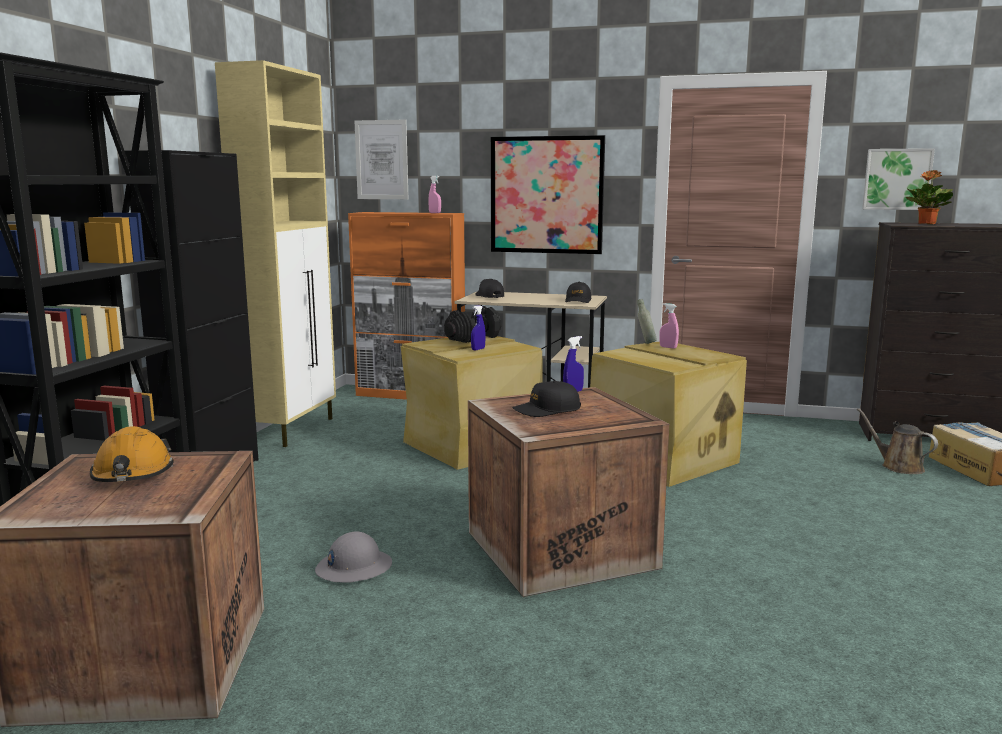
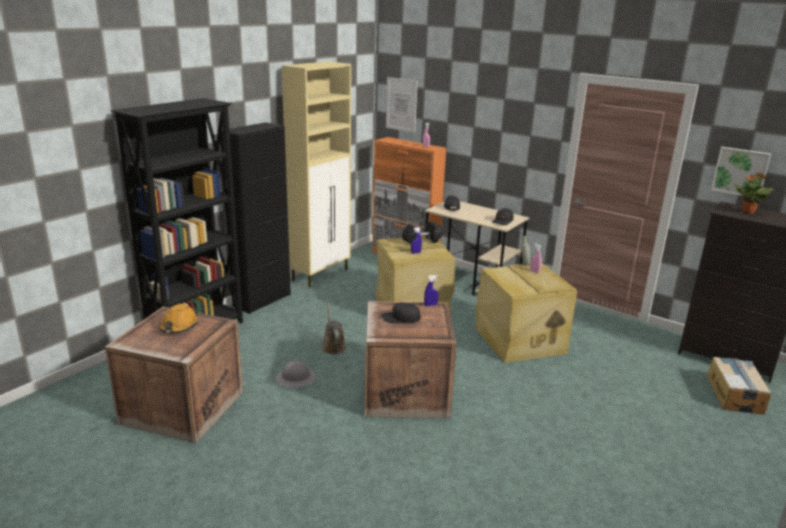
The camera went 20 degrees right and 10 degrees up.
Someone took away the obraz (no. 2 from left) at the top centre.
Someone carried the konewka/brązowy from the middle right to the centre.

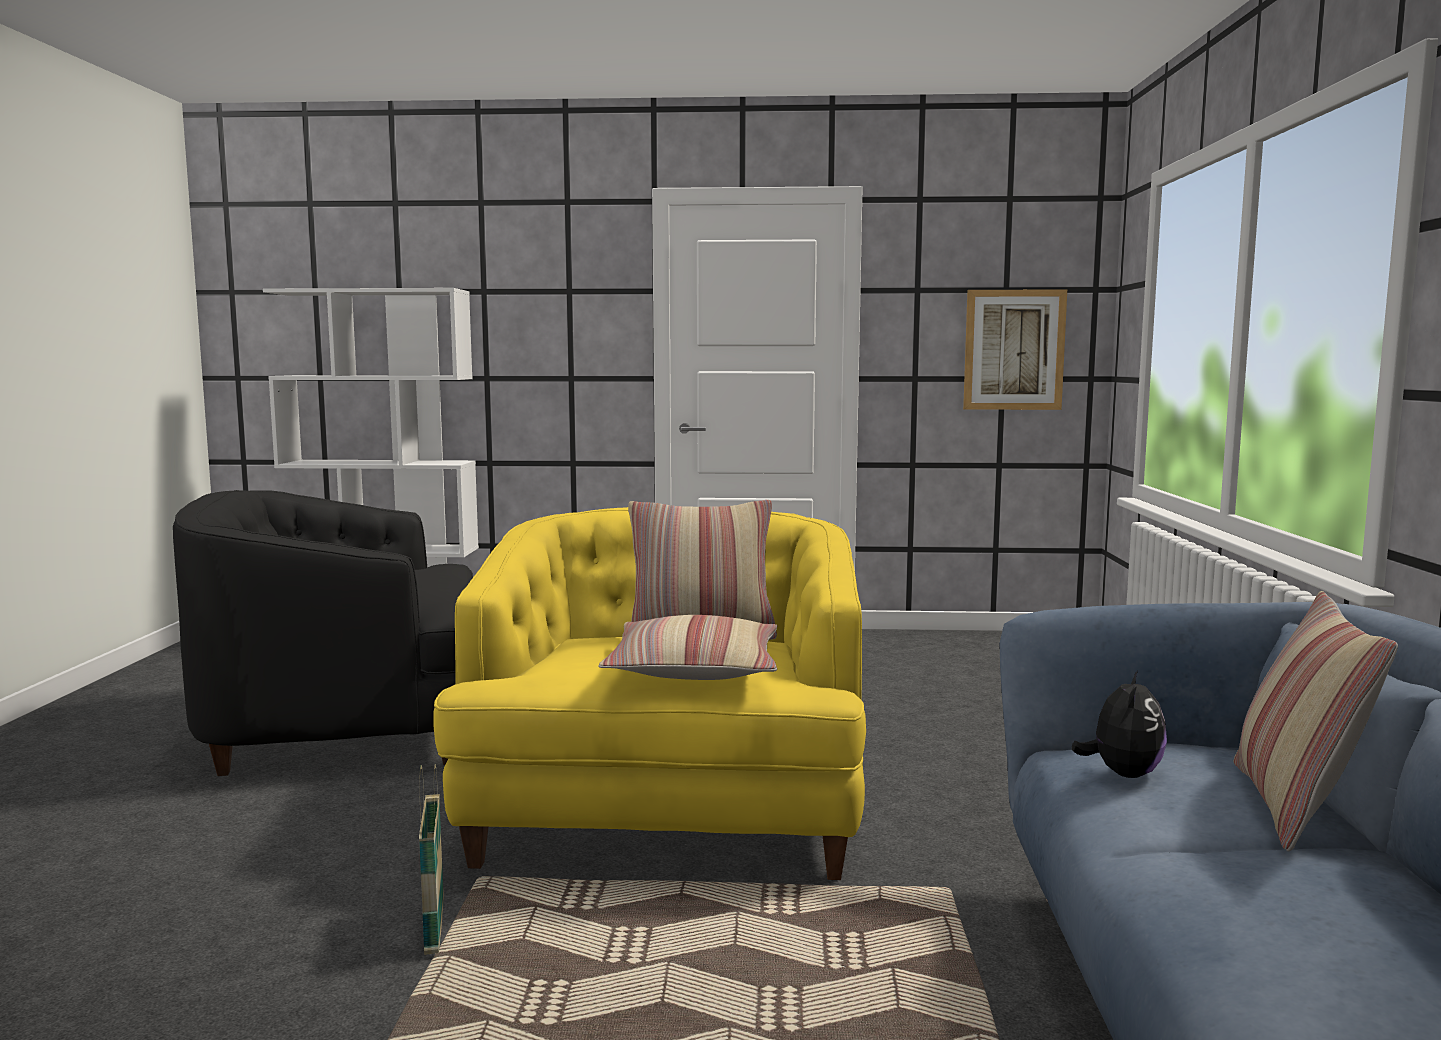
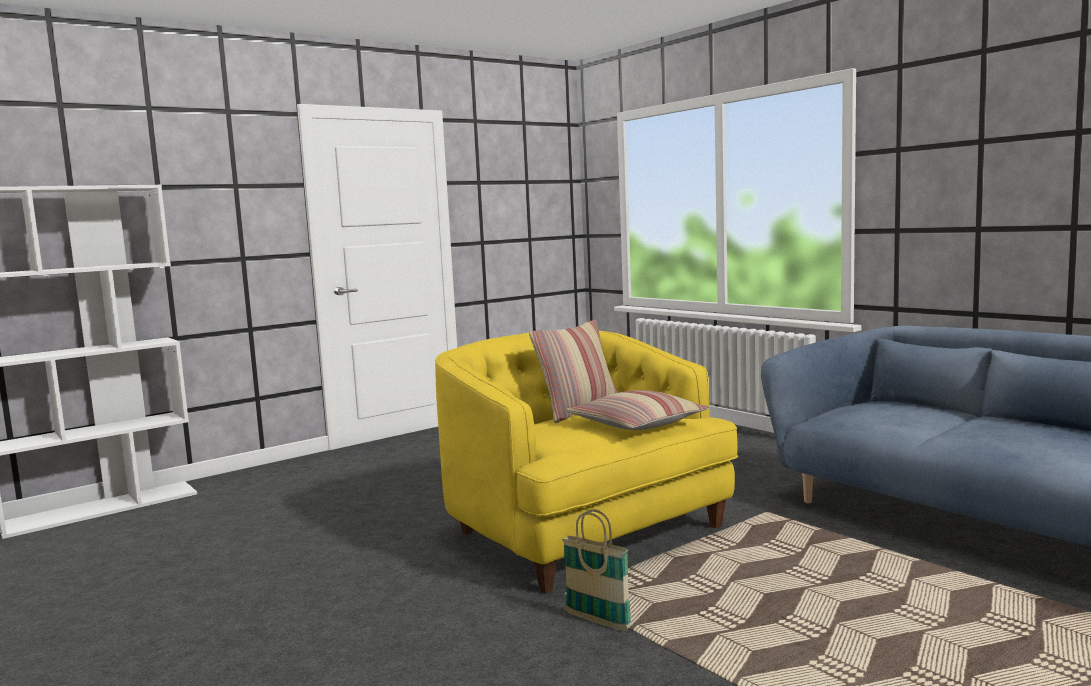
The camera went 40 degrees left and 0 degrees up.
Someone took away the fotel/czarny at the middle left.
Someone took away the obraz at the middle right.
Someone took away the pluszak at the bottom right.
Someone took away the poduszka (no. 3 from left) at the bottom right.

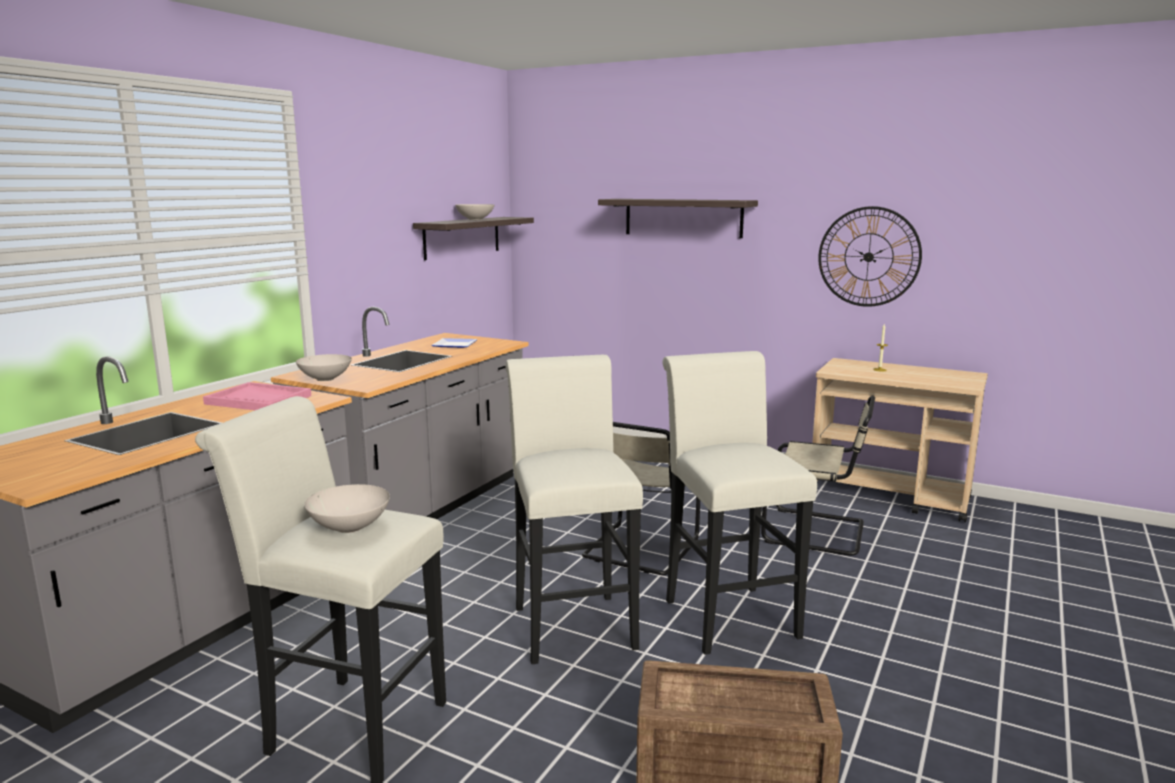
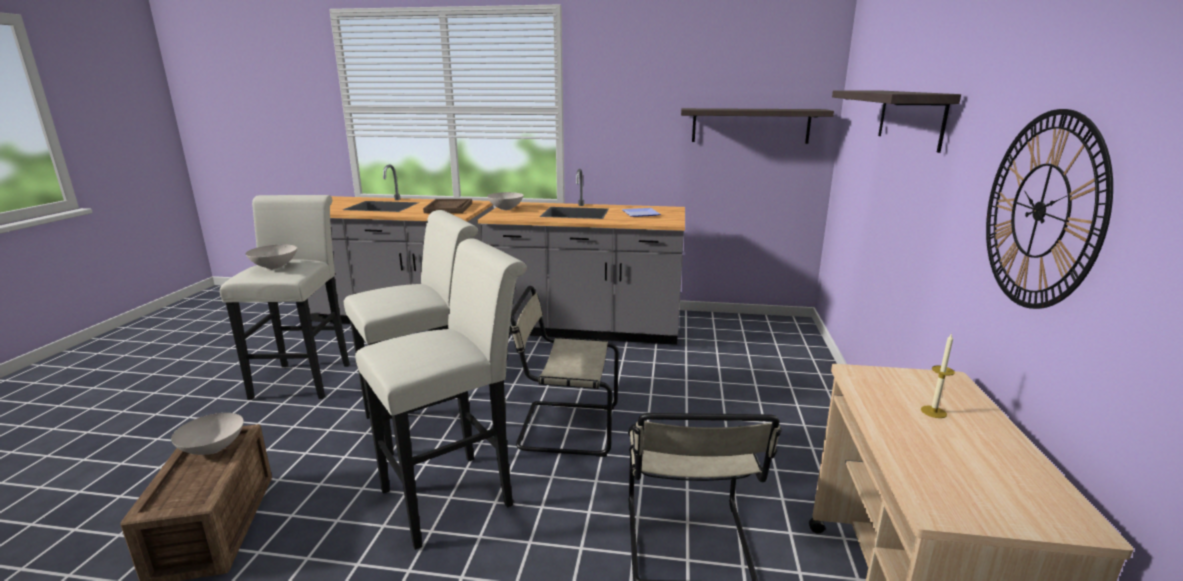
The camera went 70 degrees right and 5 degrees up.
Someone repainted the taca/różowy at the middle left, which became the taca/brązowy at the centre.
Someone carried the miska/biały (no. 3 from left in the first image) from the top centre to the bottom left.

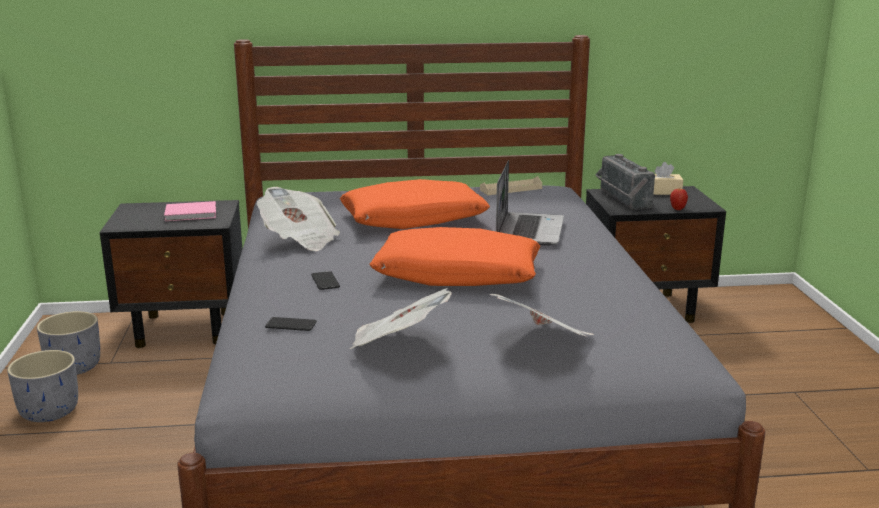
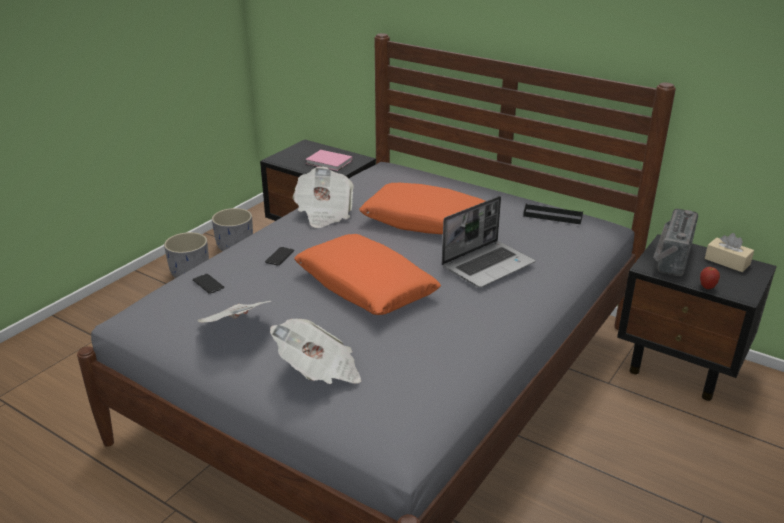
The camera went 40 degrees right and 10 degrees up.
Someone repainted the taca/beżowy at the centre, which became the taca/czarny at the middle right.

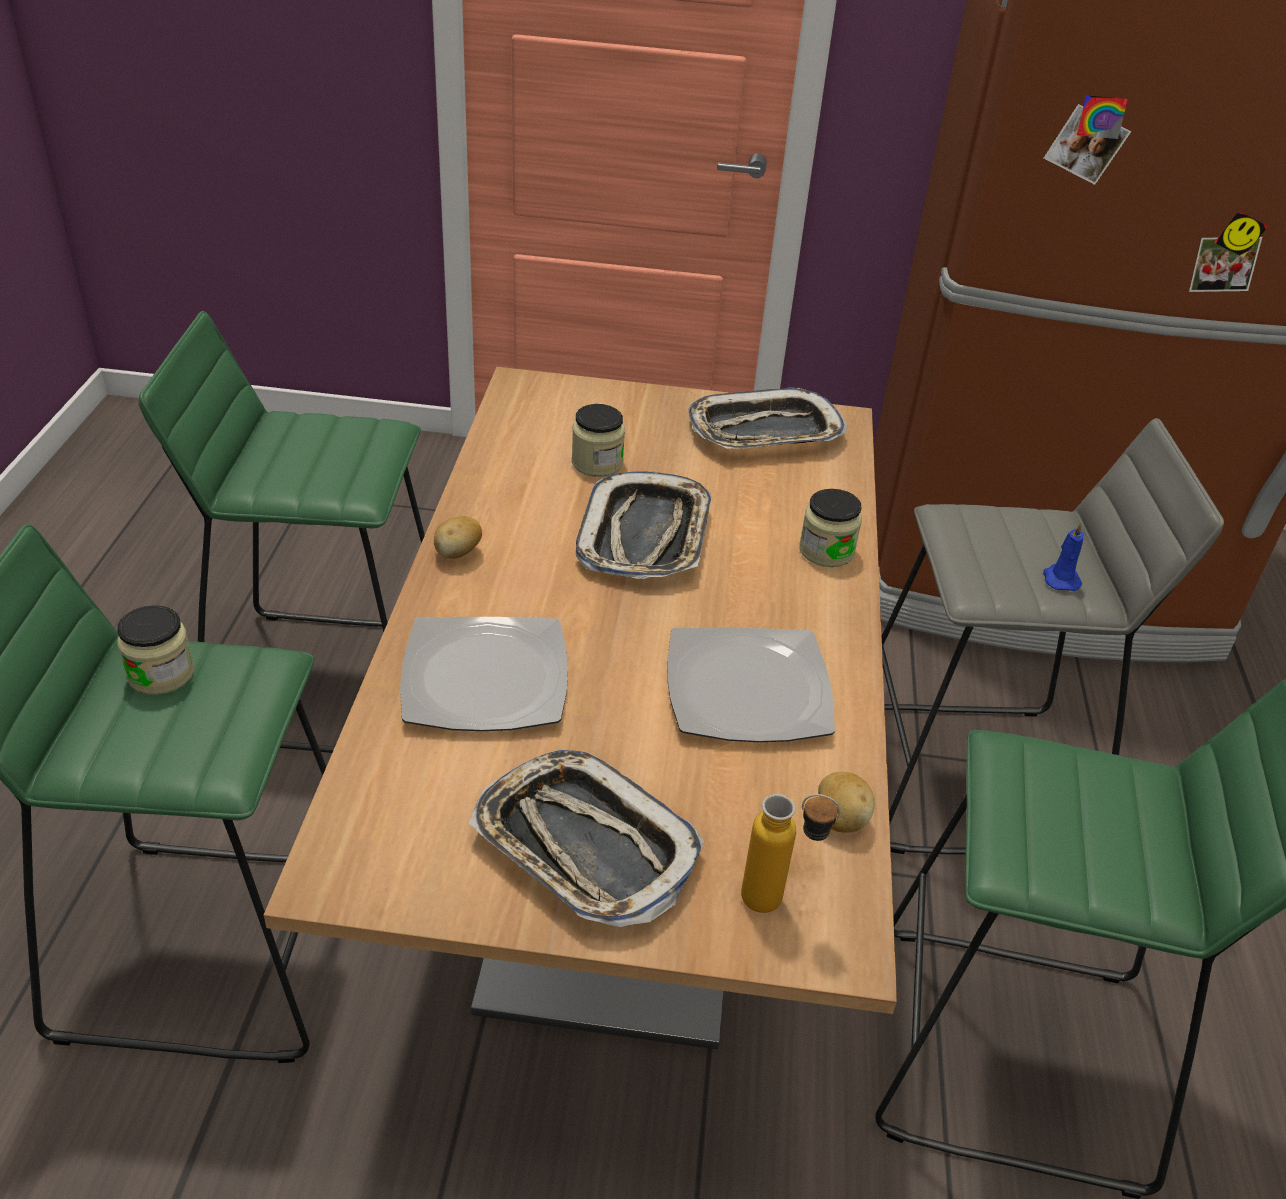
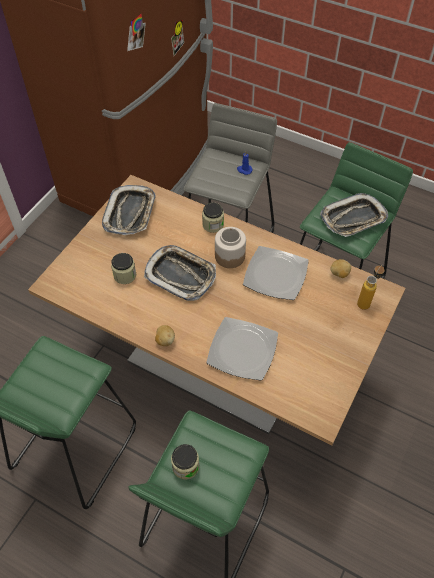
The camera went 65 degrees left and 15 degrees up.
Someone carried the taca (no. 1 from left in the first image) from the bottom centre to the middle right.
Someone put down the słoik (no. 4 from left) at the centre.

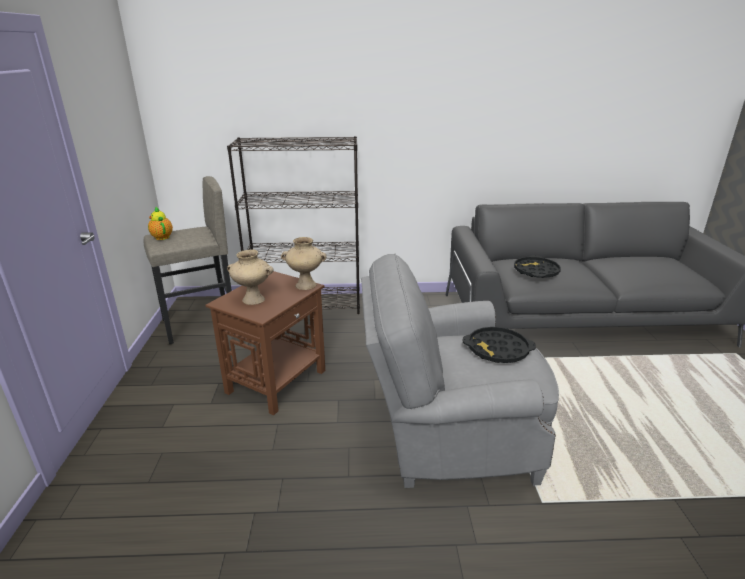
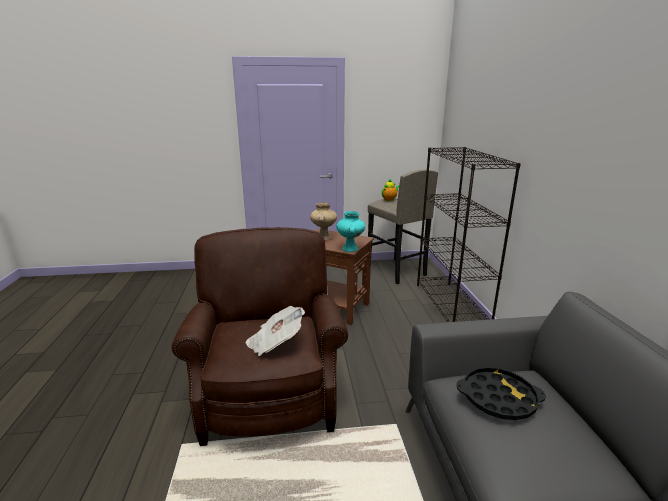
The camera went 85 degrees right and 5 degrees down.
Someone repainted the wazon/beżowy (no. 2 from left) at the centre, which became the wazon/turkusowy at the centre.
Someone repainted the fotel/szary at the centre, which became the fotel/brązowy at the bottom centre.
Someone swapped the taca/czarny (no. 1 from left) at the middle right for the gazeta at the centre.

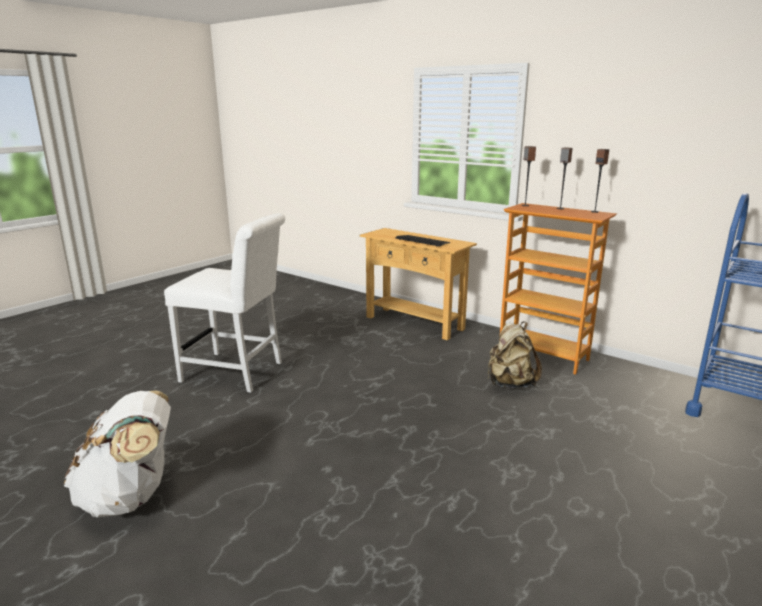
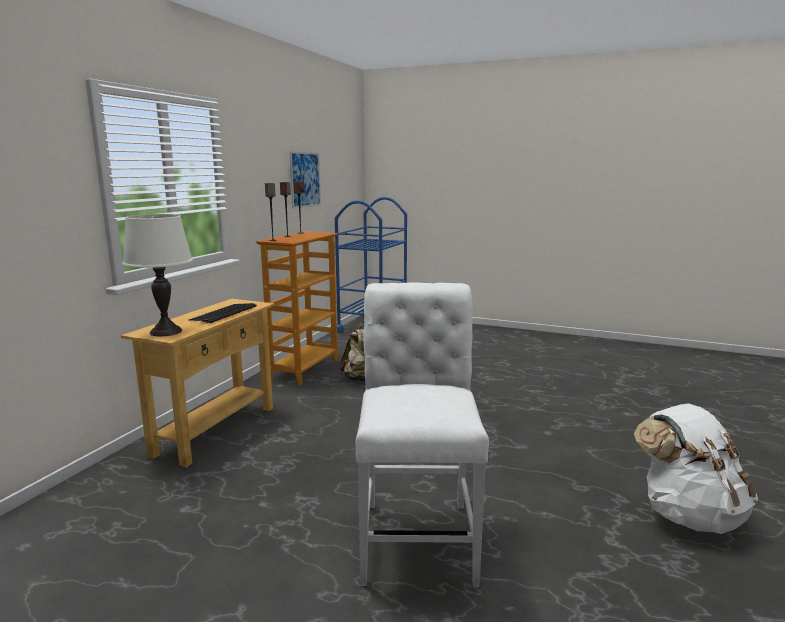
The camera went 105 degrees left and 5 degrees down.
Someone put down the lampa stołowa/biały at the middle left.
Someone put up the obraz at the top centre.

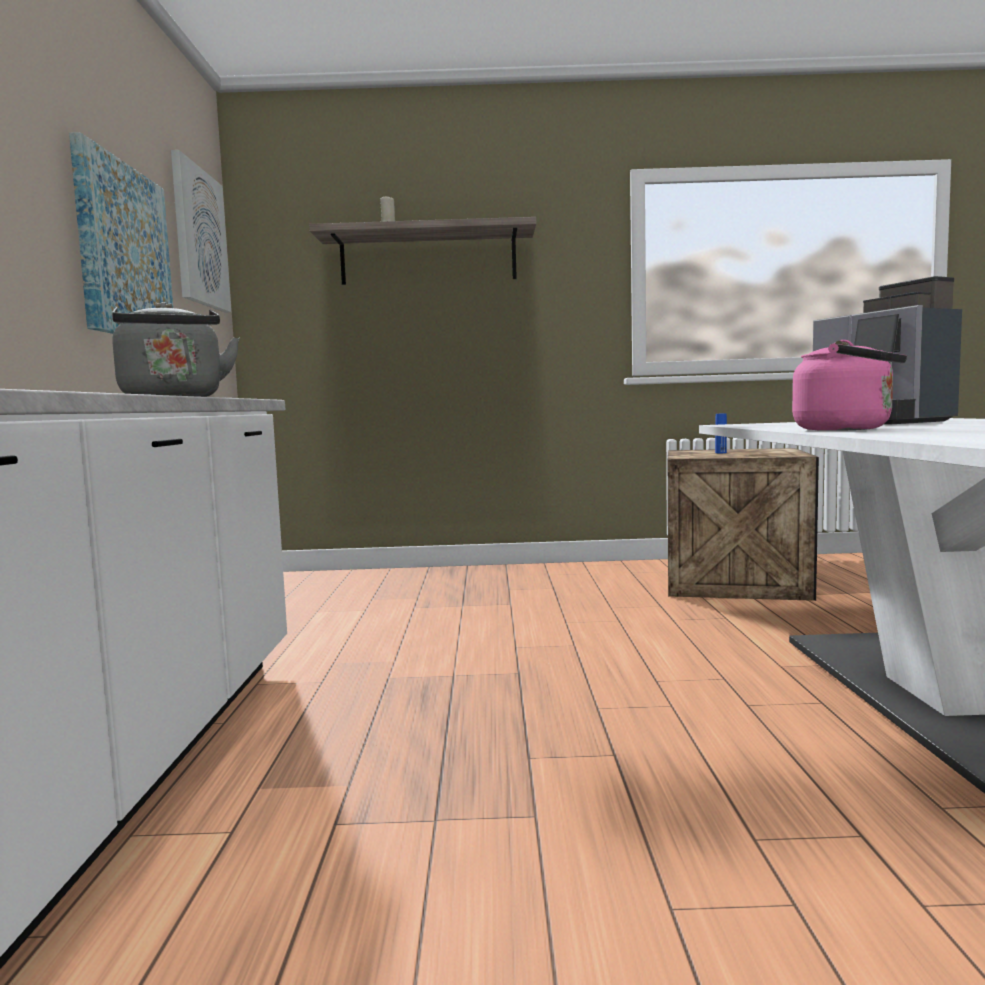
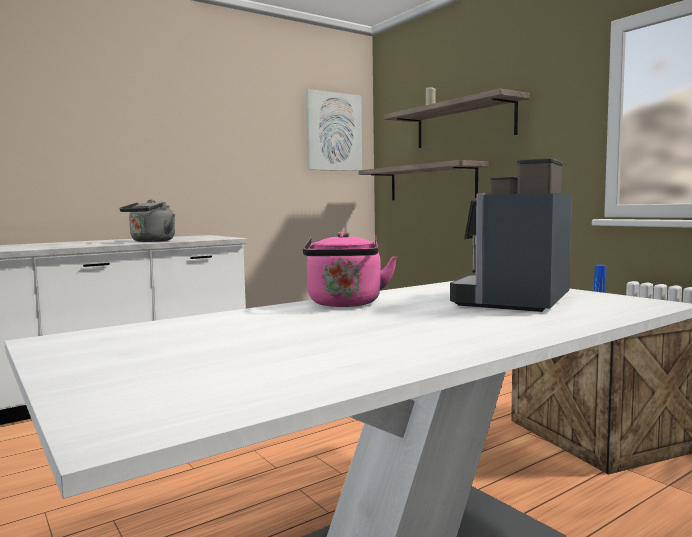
The camera went 55 degrees right and 0 degrees up.
Someone took away the obraz (no. 1 from left) at the top left.
Someone put up the półka (no. 1 from left) at the centre.

